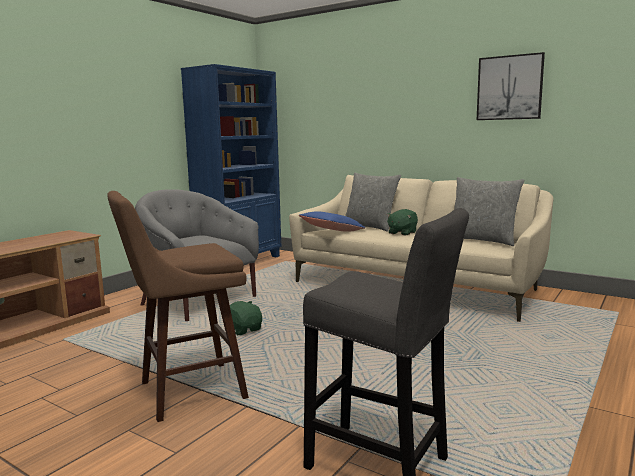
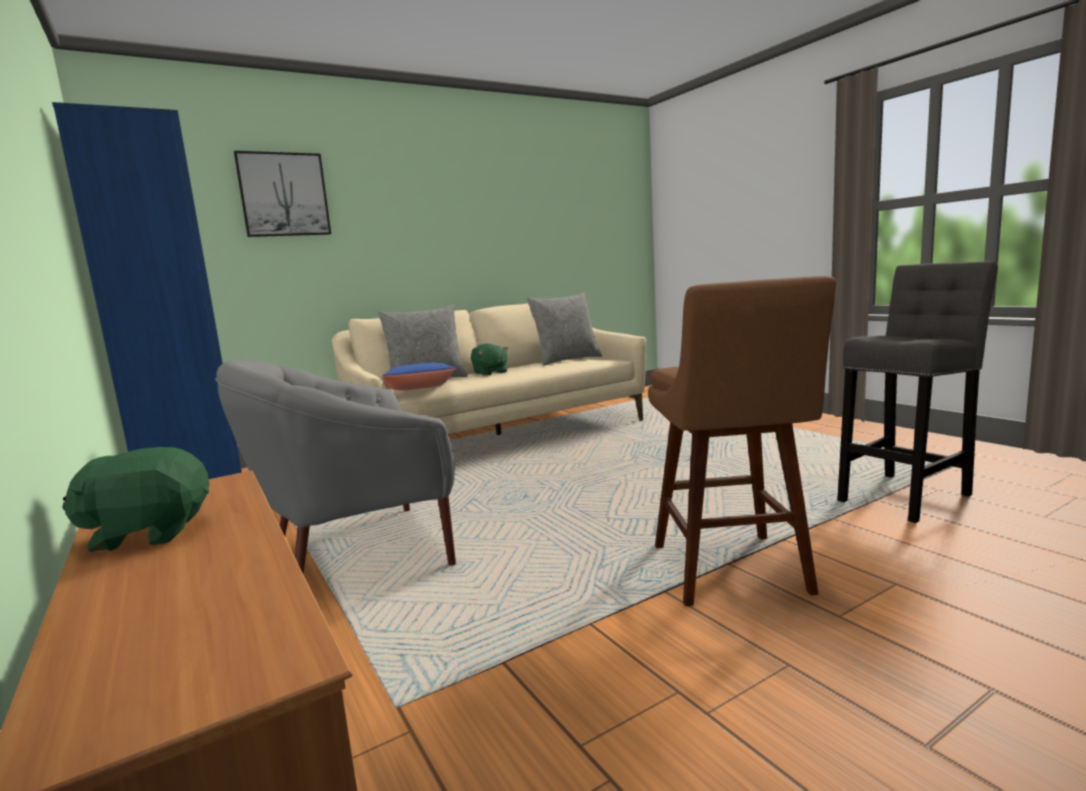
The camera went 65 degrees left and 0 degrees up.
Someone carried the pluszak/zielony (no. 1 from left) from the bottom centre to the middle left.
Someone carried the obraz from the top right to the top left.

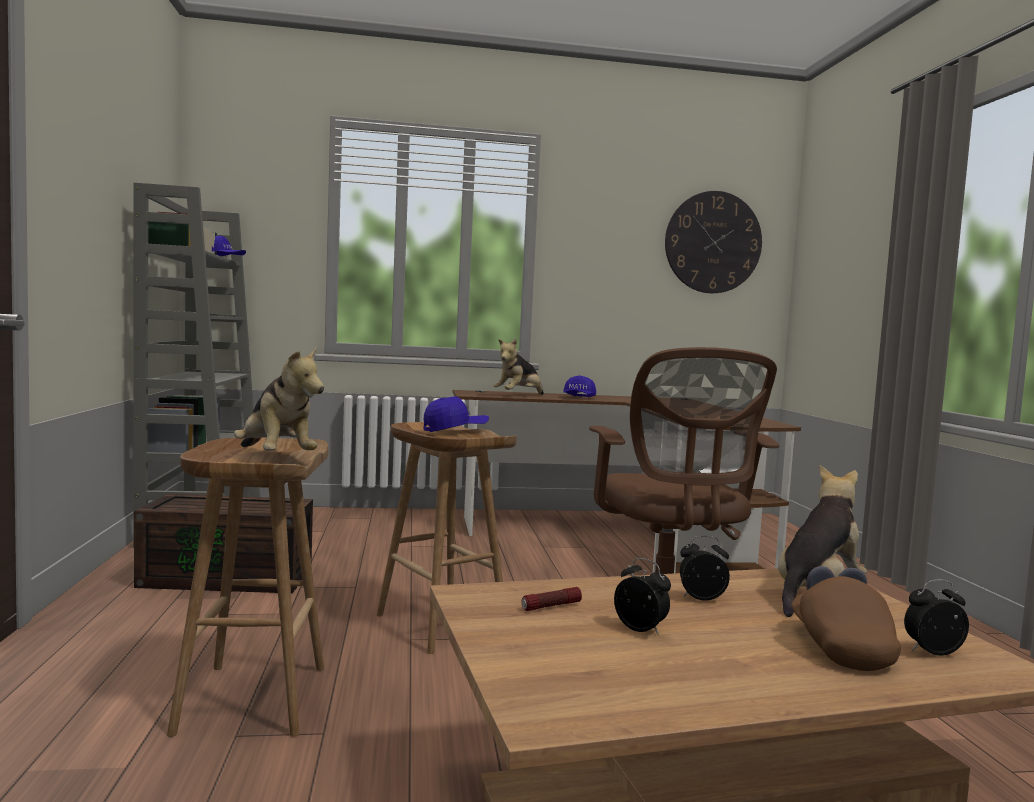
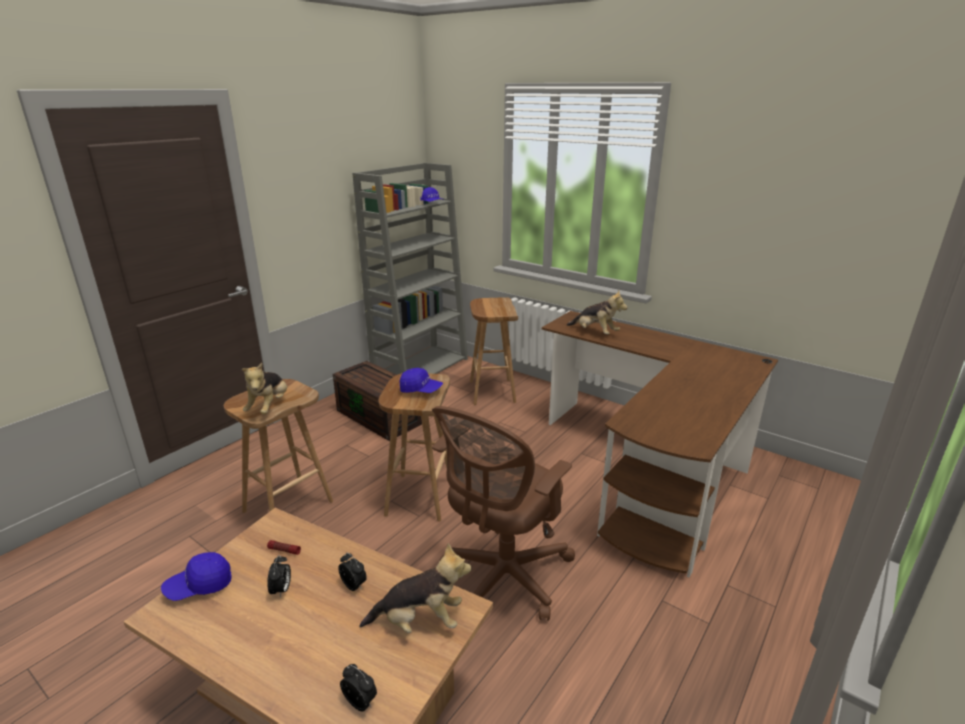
The camera went 45 degrees right and 20 degrees up.
Someone rotated the pluszak (no. 2 from left in the first image) at the centre by 135 degrees counterclockwise.
Someone carried the czapka z daszkiem/niebieski (no. 3 from left in the first image) from the centre to the bottom left.
Someone took away the zegar ścienny at the top right.
Someone took away the czapka z daszkiem/brązowy at the bottom right.
Someone put down the stołek/brązowy (no. 3 from left) at the centre.

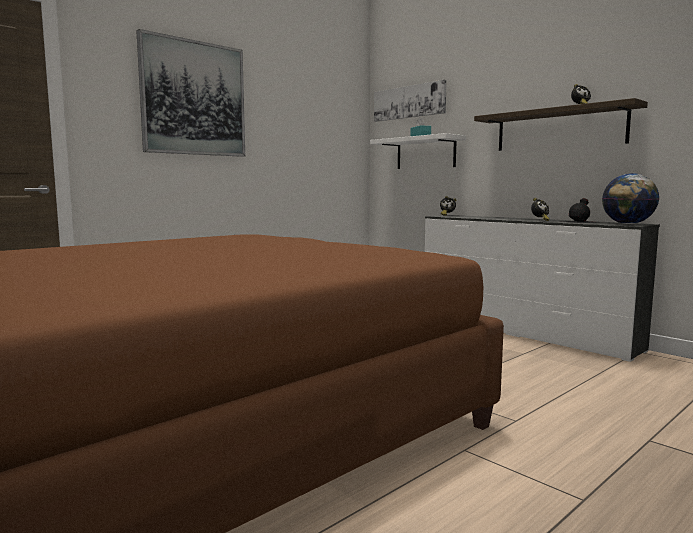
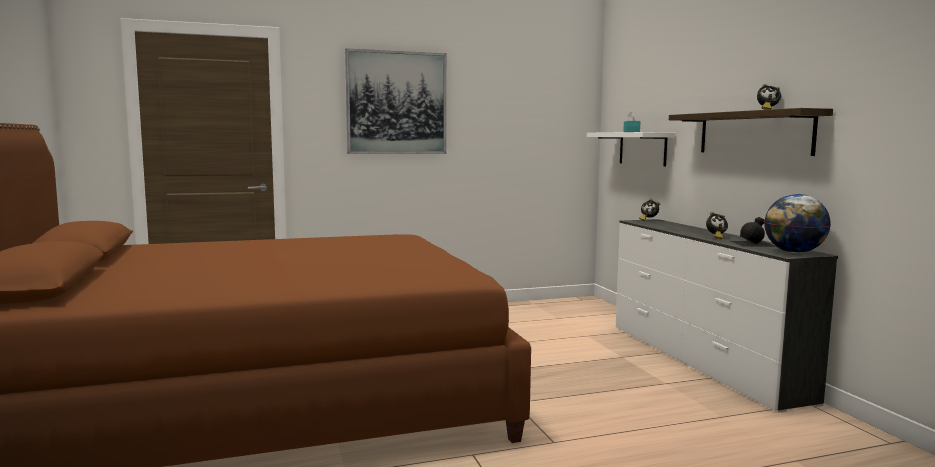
The camera went 25 degrees right and 0 degrees up.
Someone took away the obraz (no. 2 from left) at the top centre.

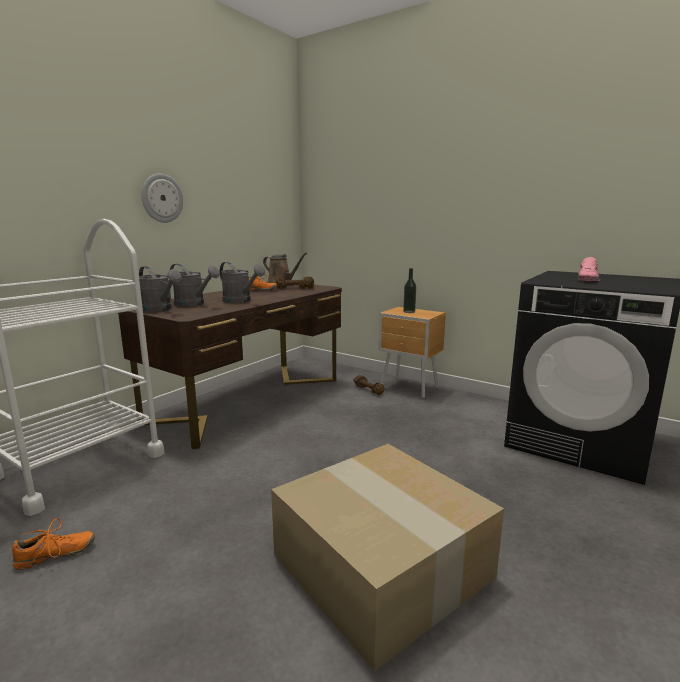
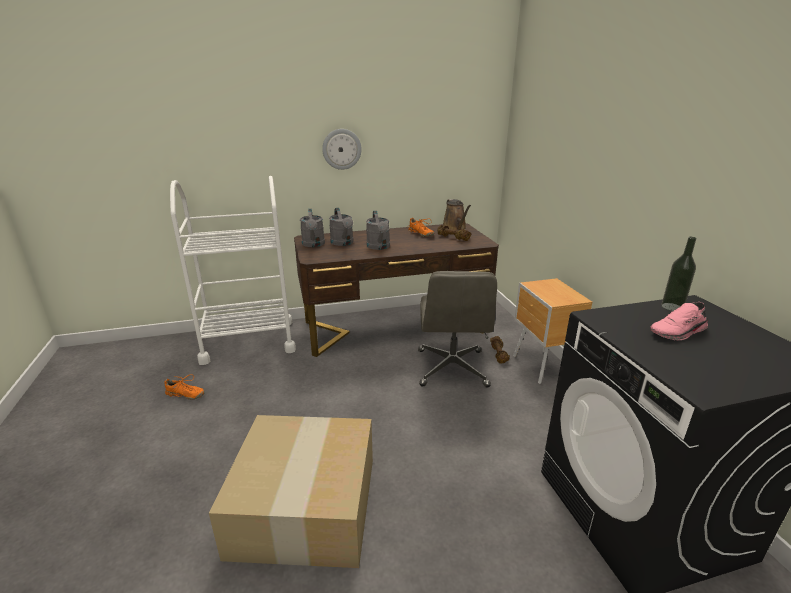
The camera went 40 degrees right and 10 degrees up.
Someone carried the butelka from the centre to the middle right.
Someone put down the krzesło biurowe/szary at the centre.

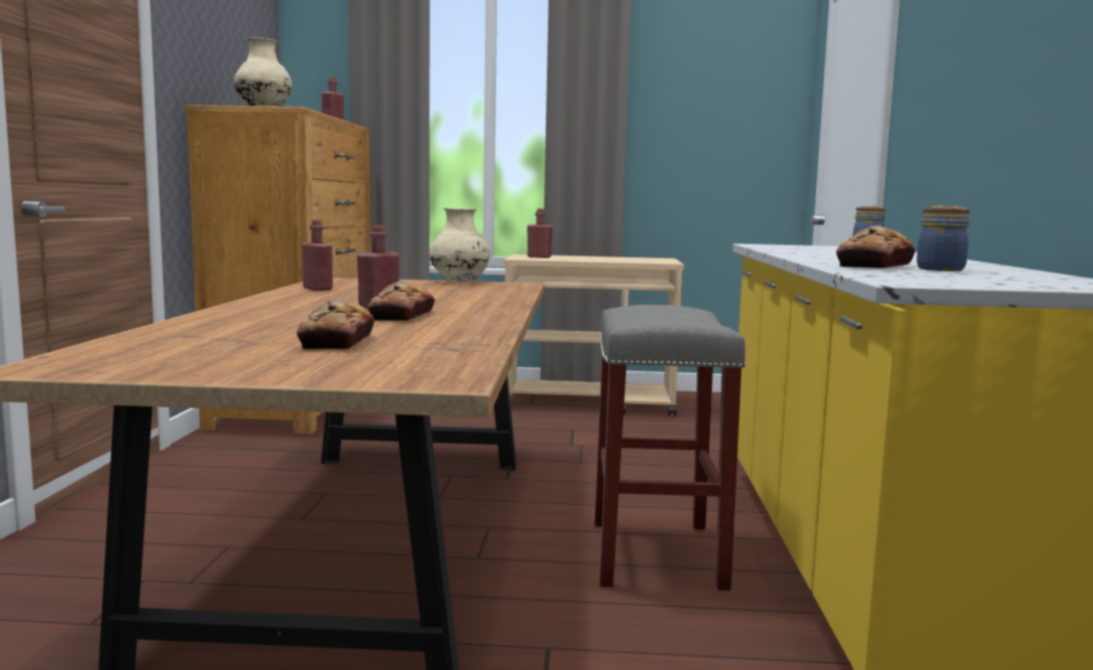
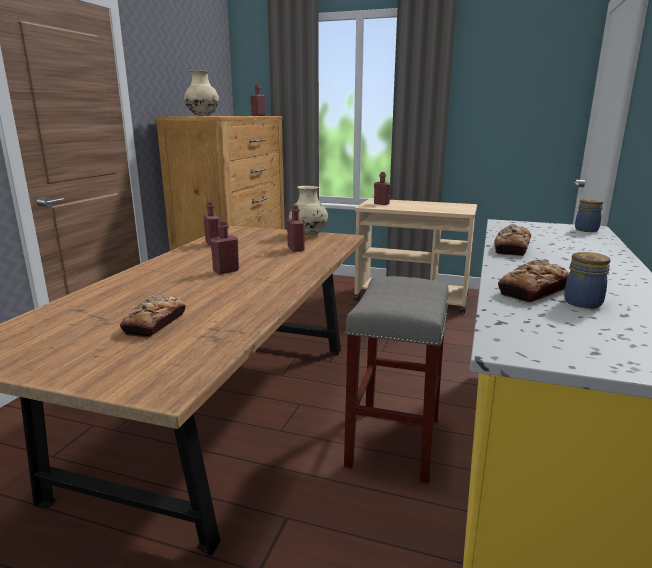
The camera went 15 degrees right and 10 degrees up.
Someone carried the chleb (no. 2 from left) from the centre to the middle right.
Someone put down the butelka/czerwony (no. 4 from left) at the centre.

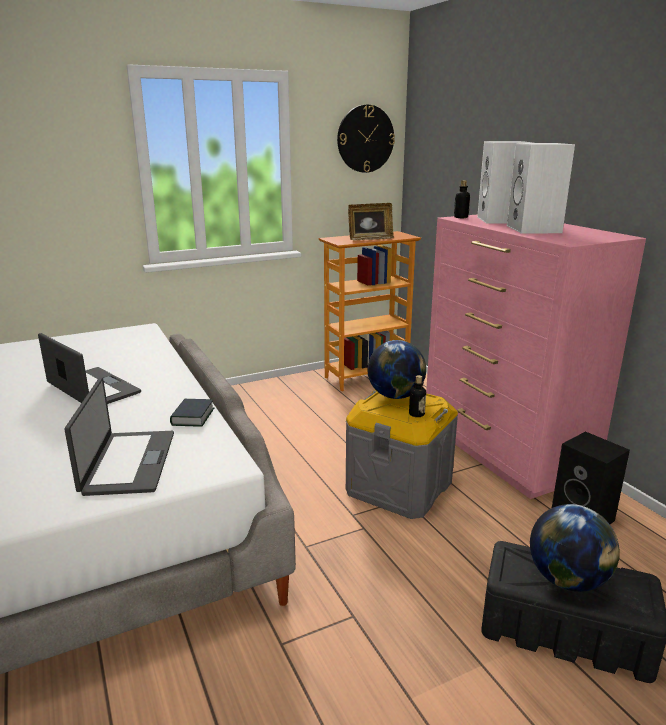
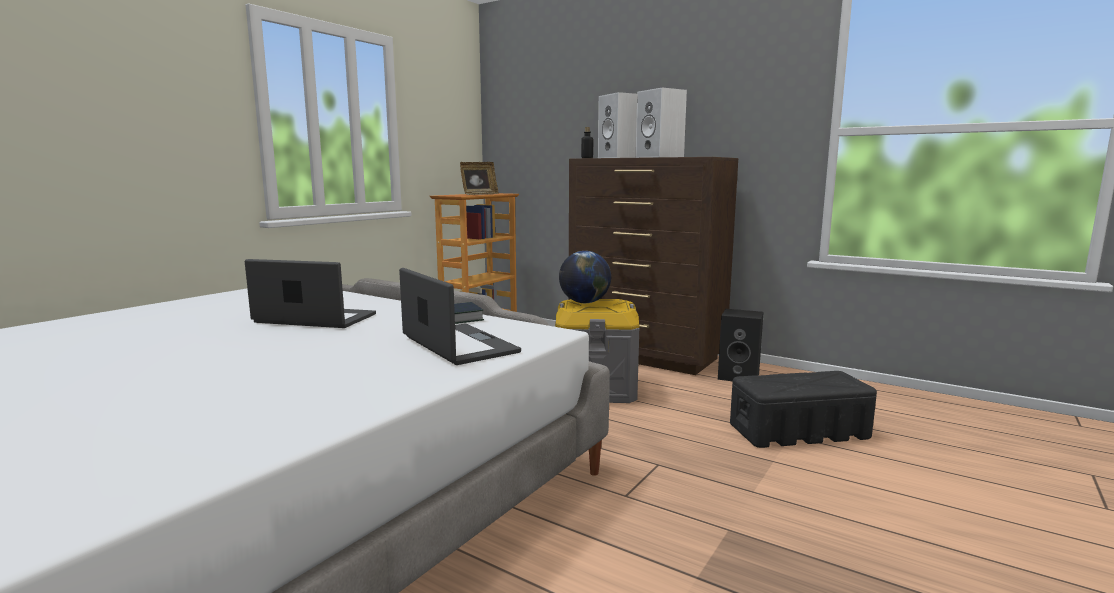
The camera went 30 degrees left and 10 degrees down.
Someone took away the zegar ścienny at the top centre.
Someone took away the butelka (no. 1 from left) at the centre.
Someone repainted the komoda/różowy at the middle right, which became the komoda/brązowy at the centre.
Someone took away the globus (no. 2 from left) at the bottom right.

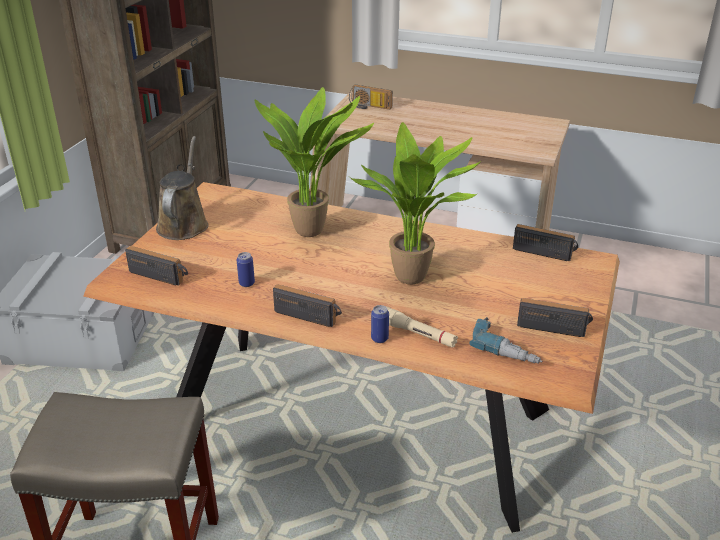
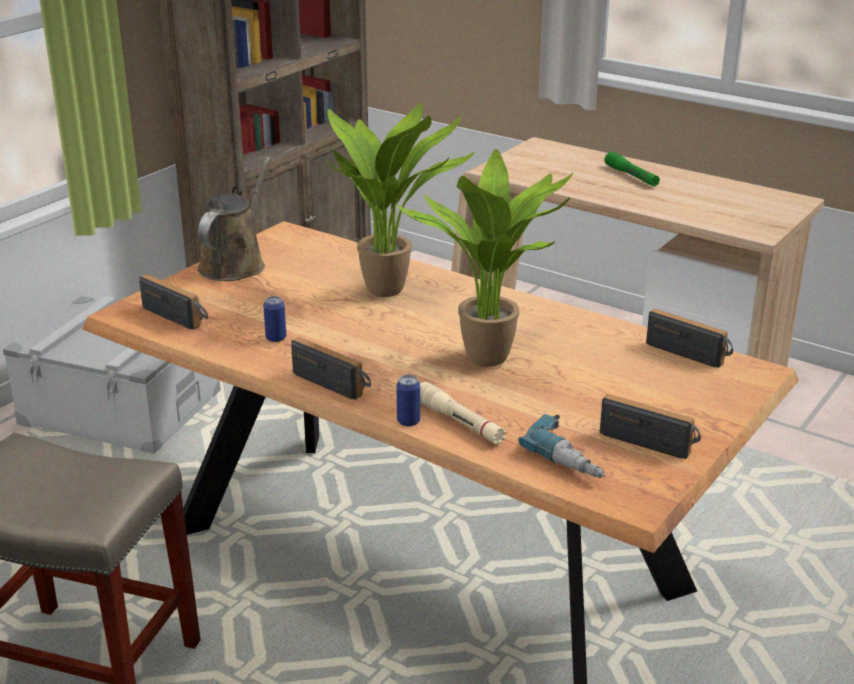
The camera went 15 degrees right and 5 degrees down.
Someone took away the radio (no. 3 from left) at the top centre.
Someone put down the latarka/zielony at the top right.

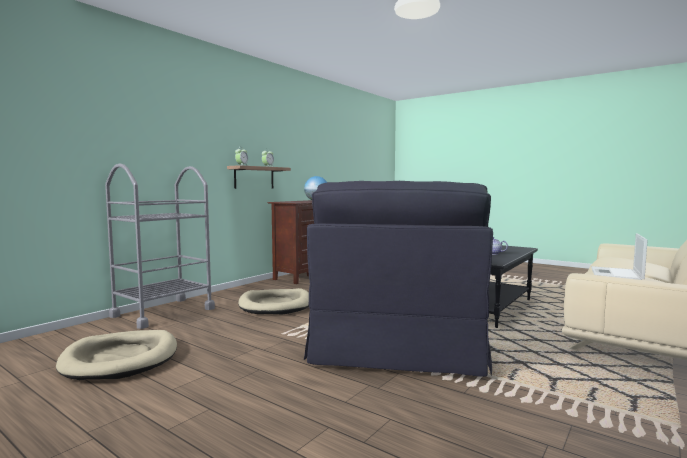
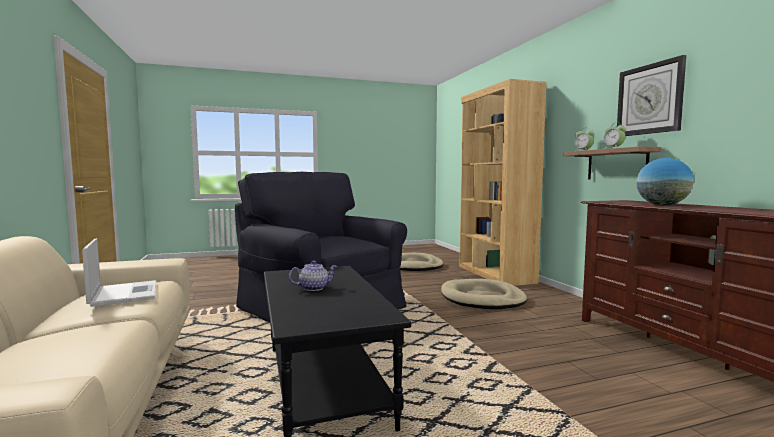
The camera went 125 degrees right and 0 degrees up.
Someone swapped the wózek/szary at the middle left for the regał/brązowy at the centre.
Someone put up the zegar ścienny at the top right.

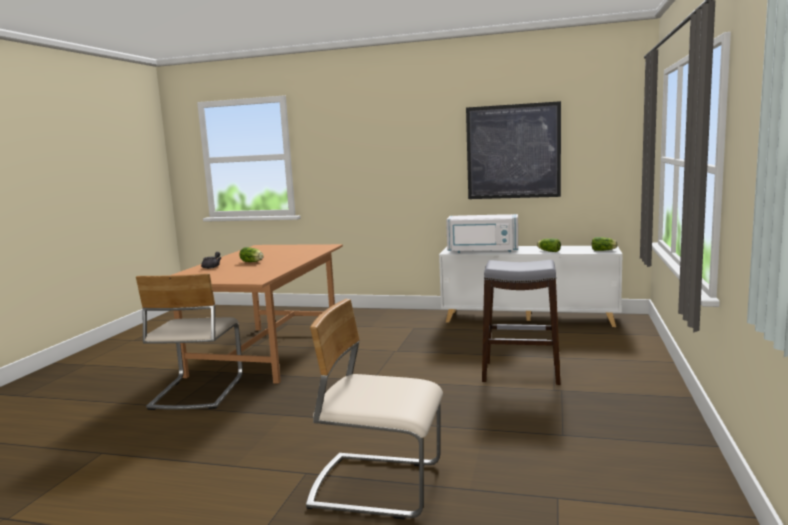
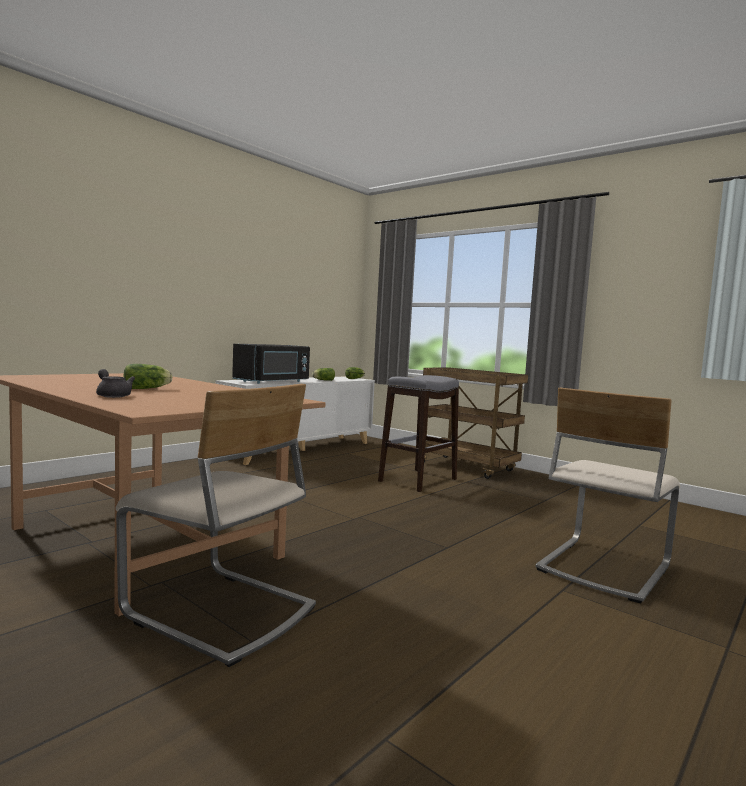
The camera went 65 degrees left and 5 degrees down.
Someone repainted the mikrofalówka/biały at the centre, which became the mikrofalówka/czarny at the centre.
Someone took away the obraz at the top centre.
Someone put down the wózek/brązowy at the centre.

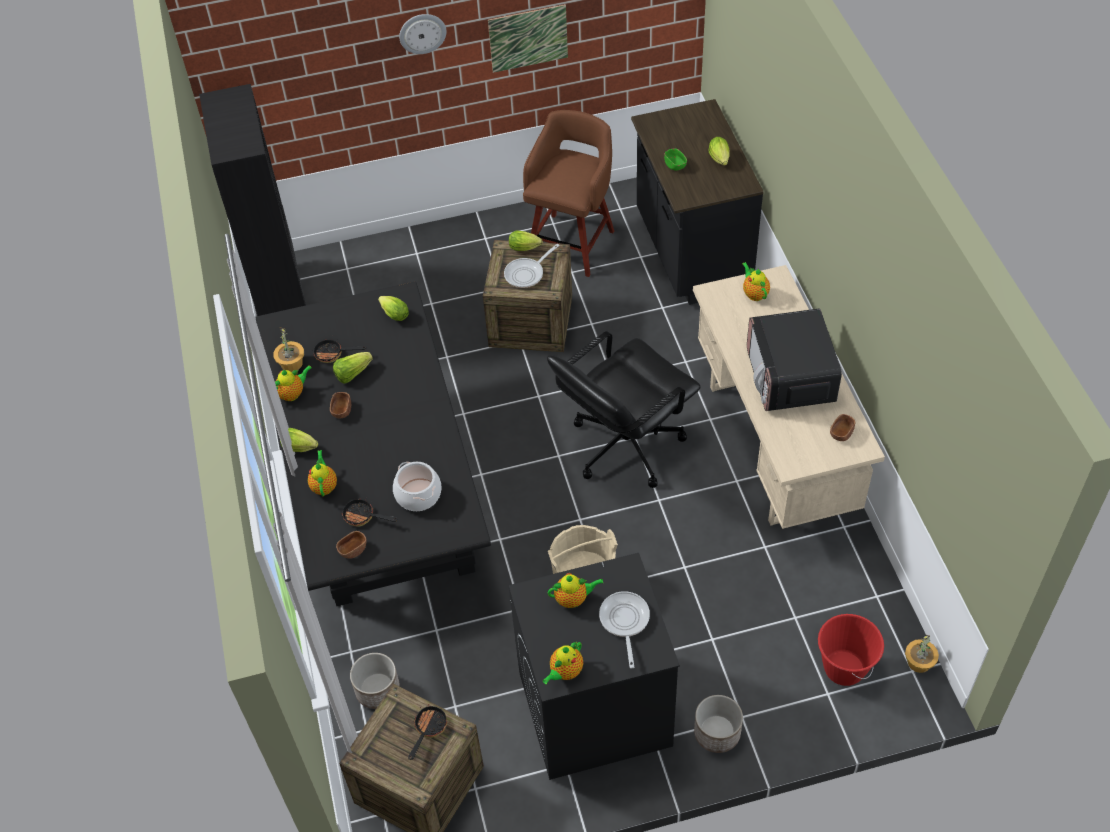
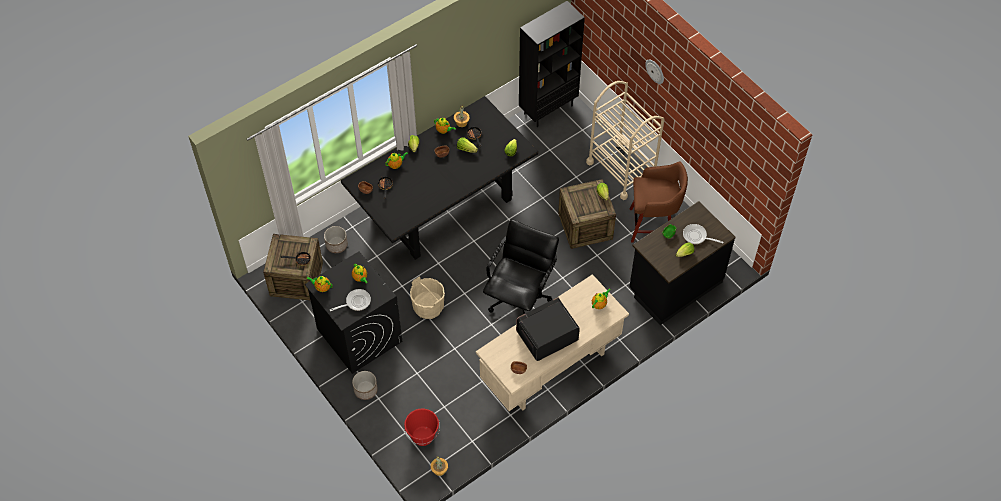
The camera went 65 degrees right and 5 degrees up.
Someone took away the garnek at the centre.
Someone took away the obraz at the top centre.
Someone carried the patelnia (no. 4 from left in the first image) from the top centre to the middle right.
Someone rotated the krzesło biurowe/czarny at the centre by 90 degrees clockwise.
Someone put down the wózek/beżowy at the top centre.

